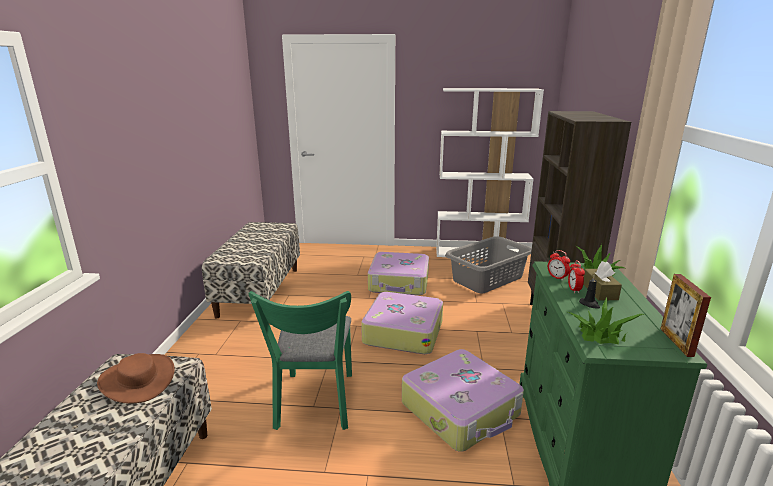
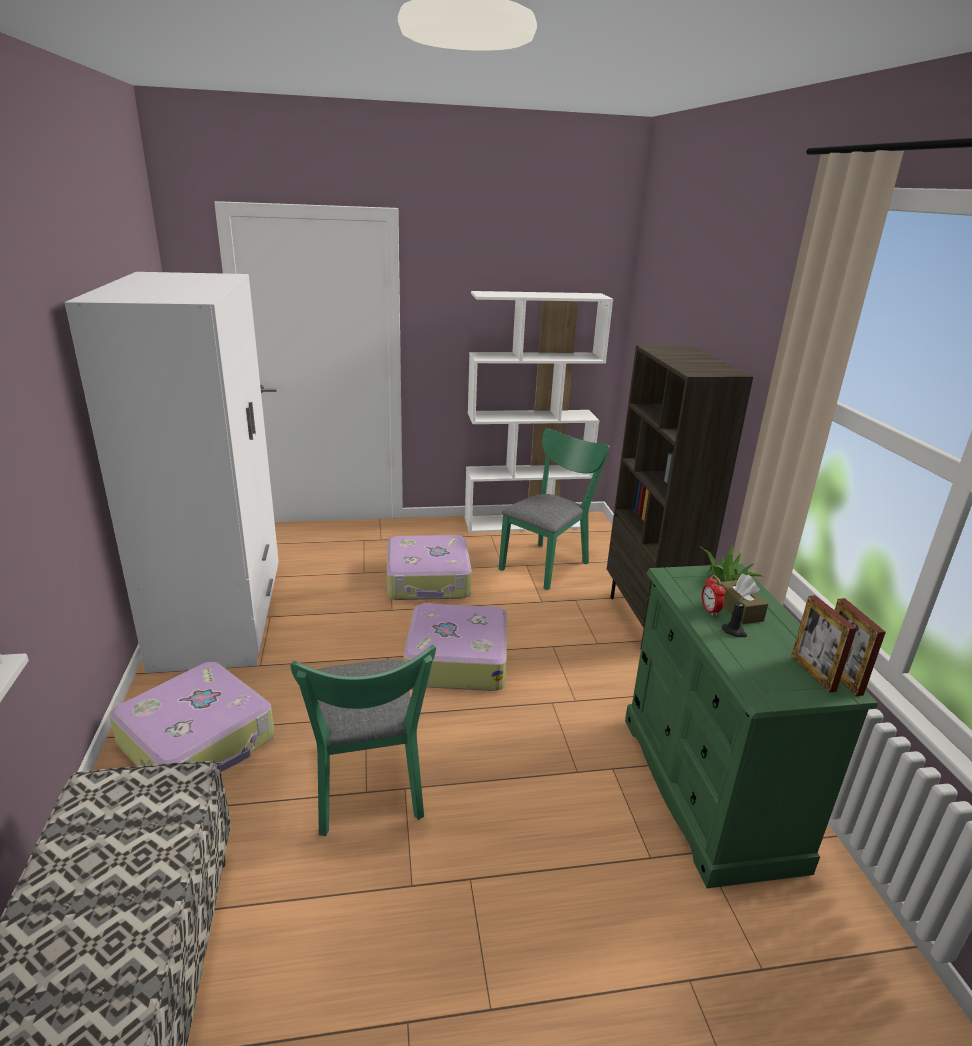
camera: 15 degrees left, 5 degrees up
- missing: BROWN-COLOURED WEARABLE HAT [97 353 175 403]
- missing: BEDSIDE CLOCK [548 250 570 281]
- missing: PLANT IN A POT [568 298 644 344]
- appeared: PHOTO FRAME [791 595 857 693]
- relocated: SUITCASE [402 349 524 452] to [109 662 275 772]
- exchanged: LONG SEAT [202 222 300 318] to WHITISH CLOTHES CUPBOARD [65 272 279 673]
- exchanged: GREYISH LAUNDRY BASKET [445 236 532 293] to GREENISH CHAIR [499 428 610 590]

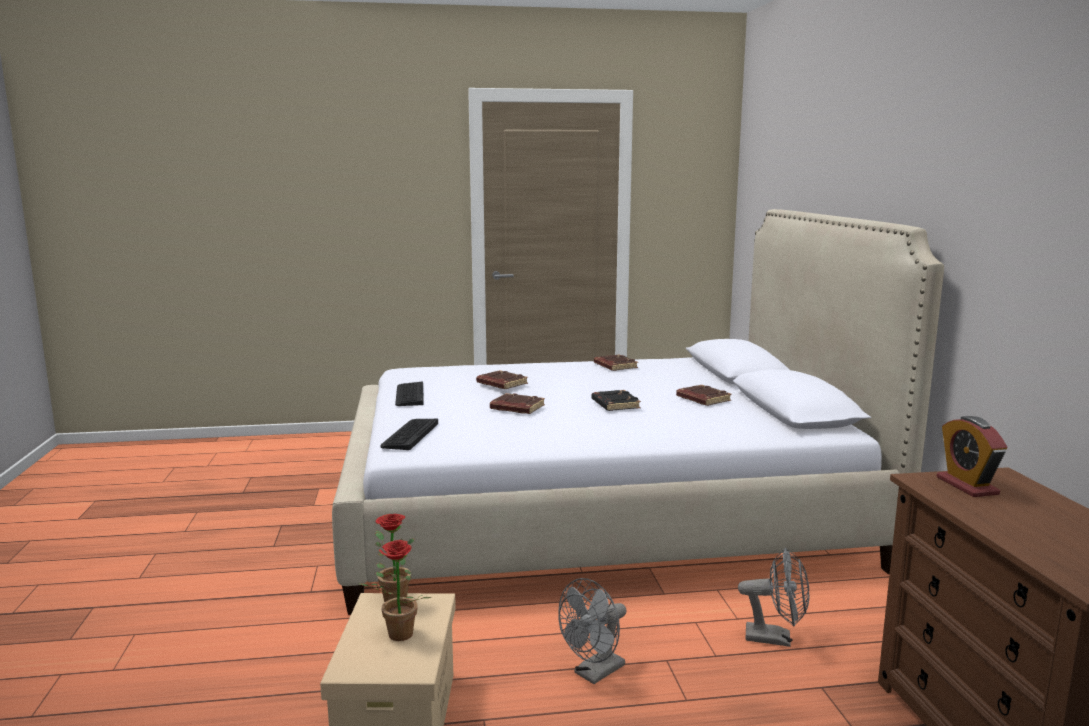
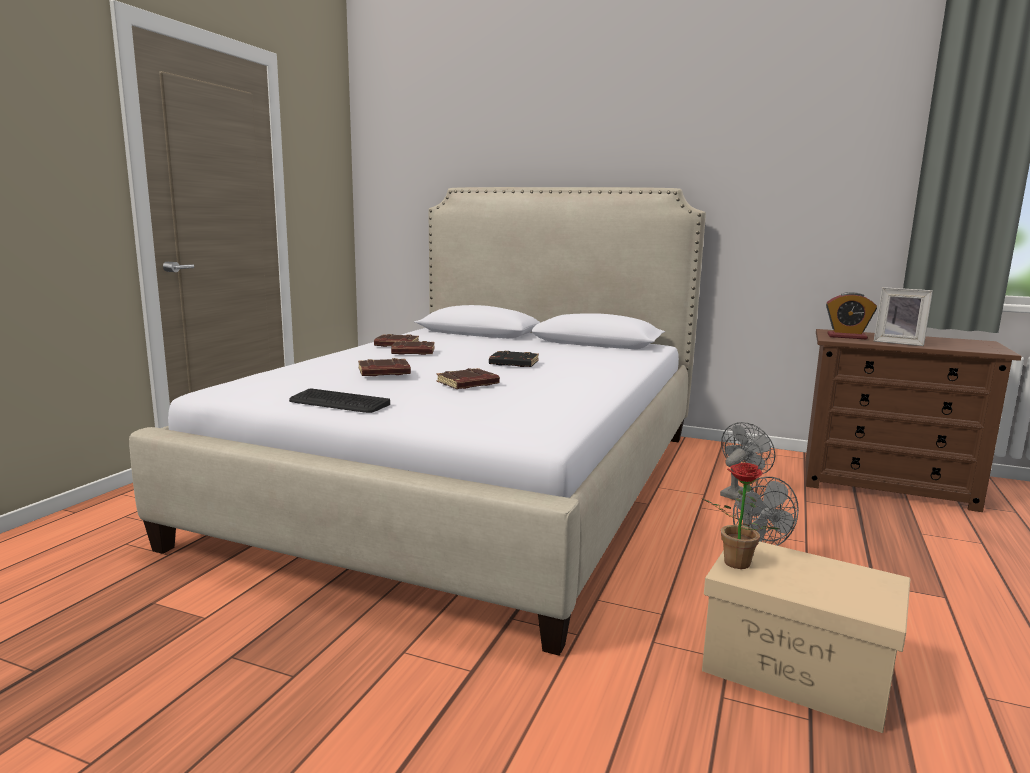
camera: 60 degrees left, 0 degrees up
- missing: PLANT IN A POT [358 540 432 641]
- missing: COMPUTER KEYBOARD [380 419 438 450]
- appeared: PHOTO FRAME [874 287 933 346]
- relocated: BROWN-COLOURED BOUND BOOK [676 385 732 406] to [391 341 435 355]

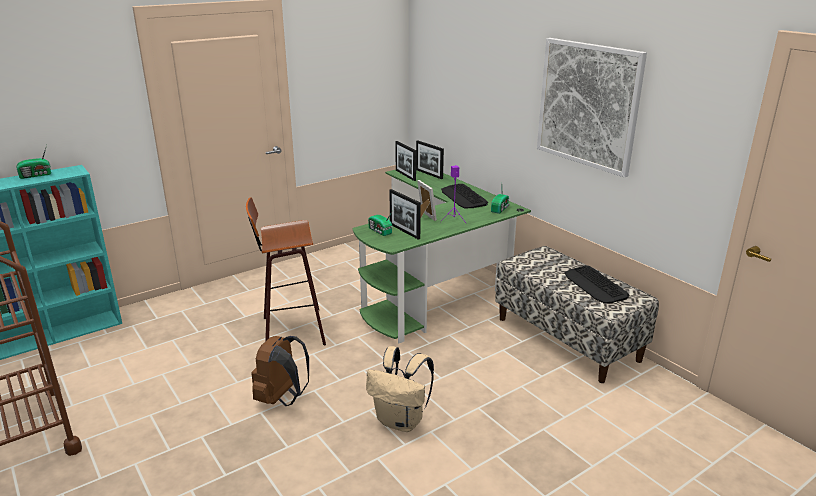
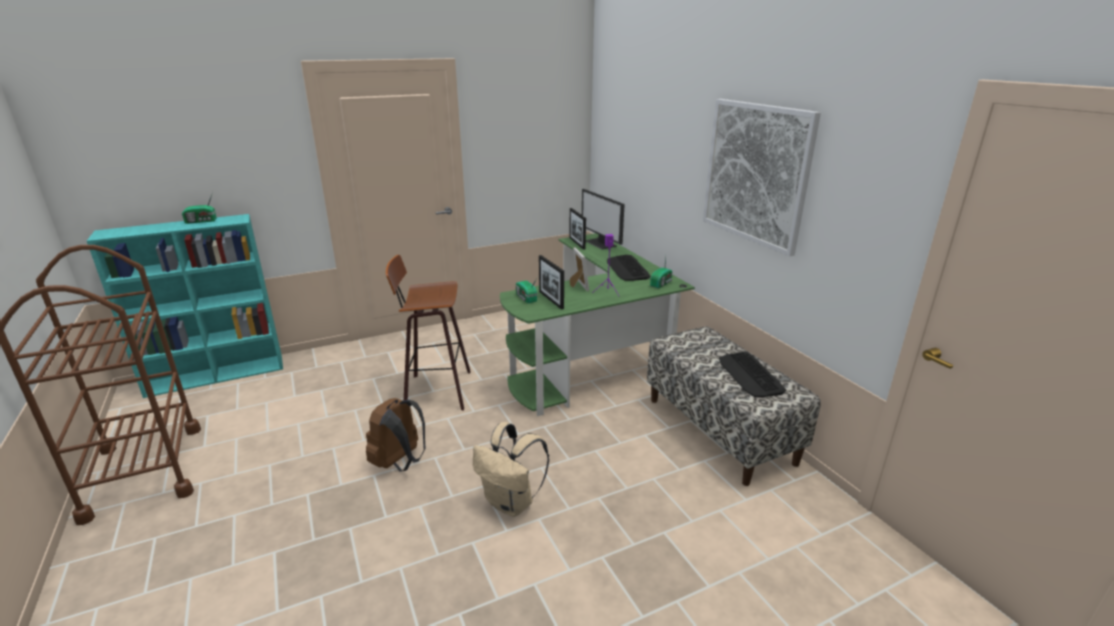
camera: 10 degrees right, 0 degrees up
- exchanged: PHOTO FRAME [416 141 444 179] to MONITOR [582 189 625 250]

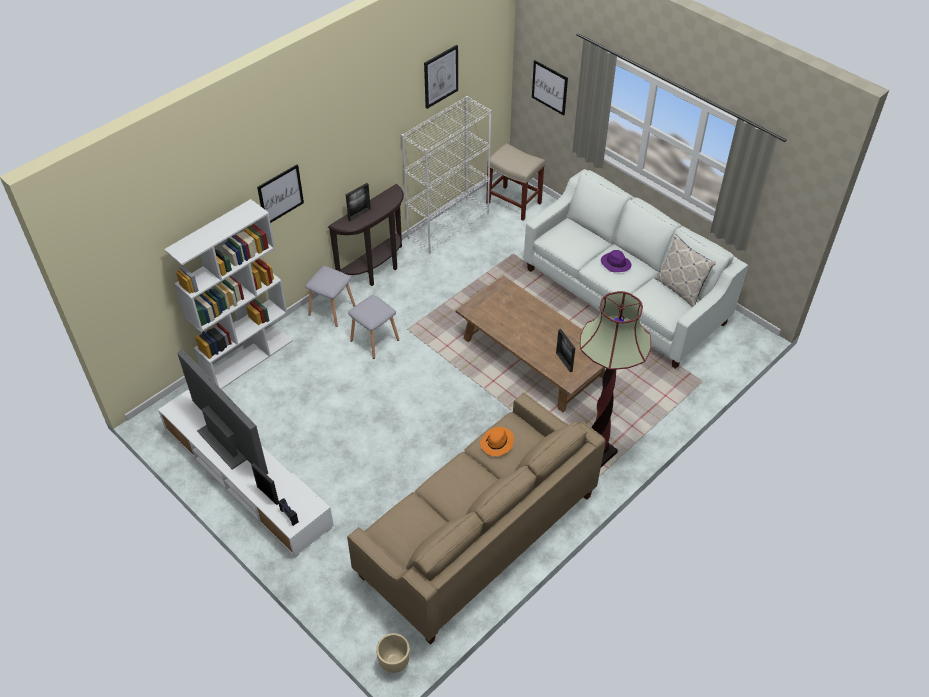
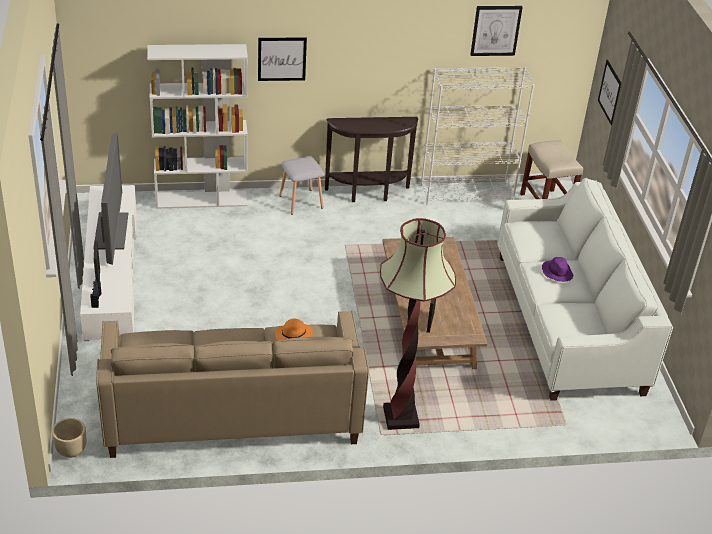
camera: 35 degrees right, 10 degrees down
- missing: PHOTO FRAME [346 183 371 221]
- missing: GREYISH STOOL [348 295 399 359]
- missing: PILLOW [654 234 716 307]

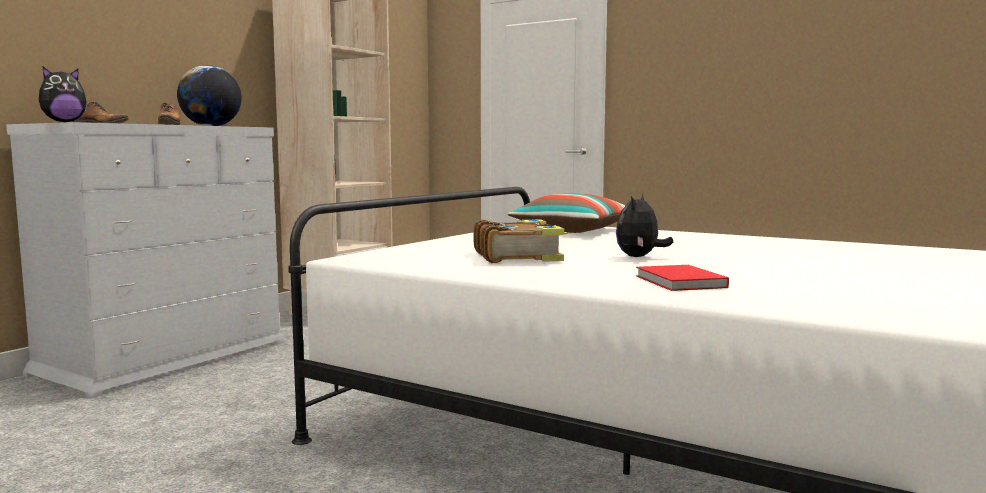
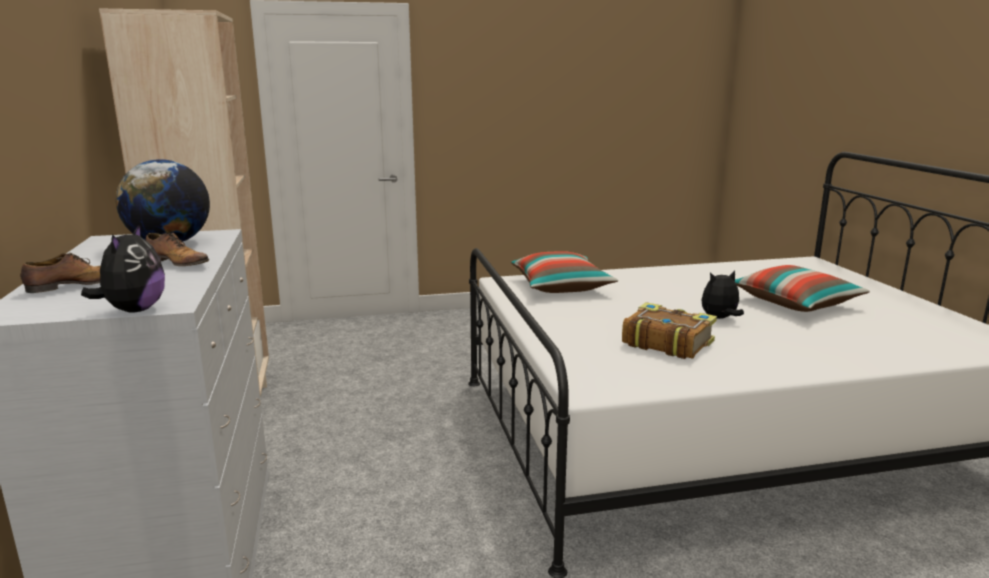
camera: 45 degrees left, 10 degrees up
- missing: REDDISH BOUND BOOK [636 265 729 291]
- appeared: PILLOW [735 265 870 312]
- spun: SOFT TOY [616 194 673 257] = [702 271 744 319] 90 degrees clockwise

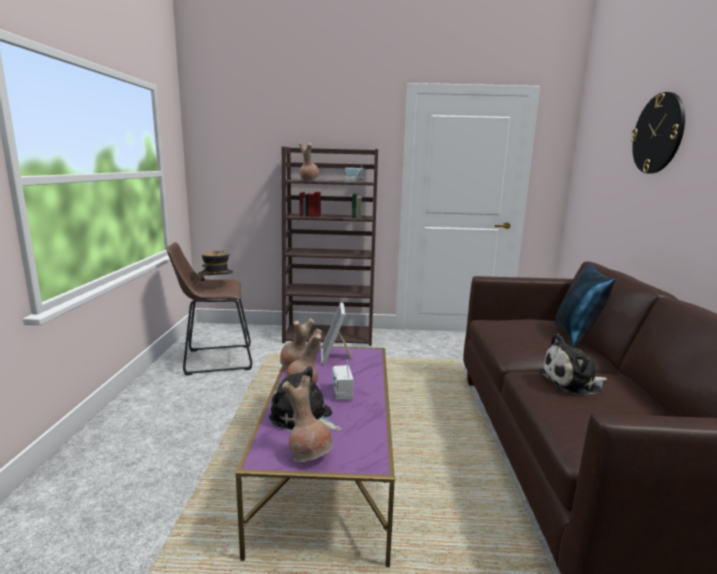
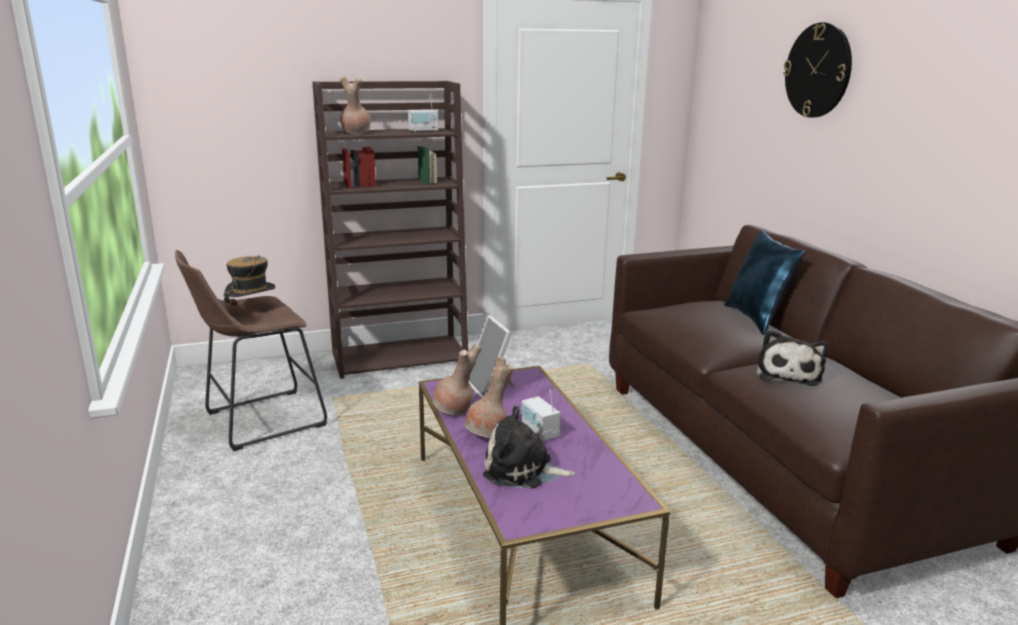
camera: 20 degrees left, 5 degrees up
- missing: BROWN-COLOURED DECORATIVE VASE [282 375 333 462]
- spun: SOFT TOY [539 334 607 395] = [757 330 828 386] 45 degrees counterclockwise

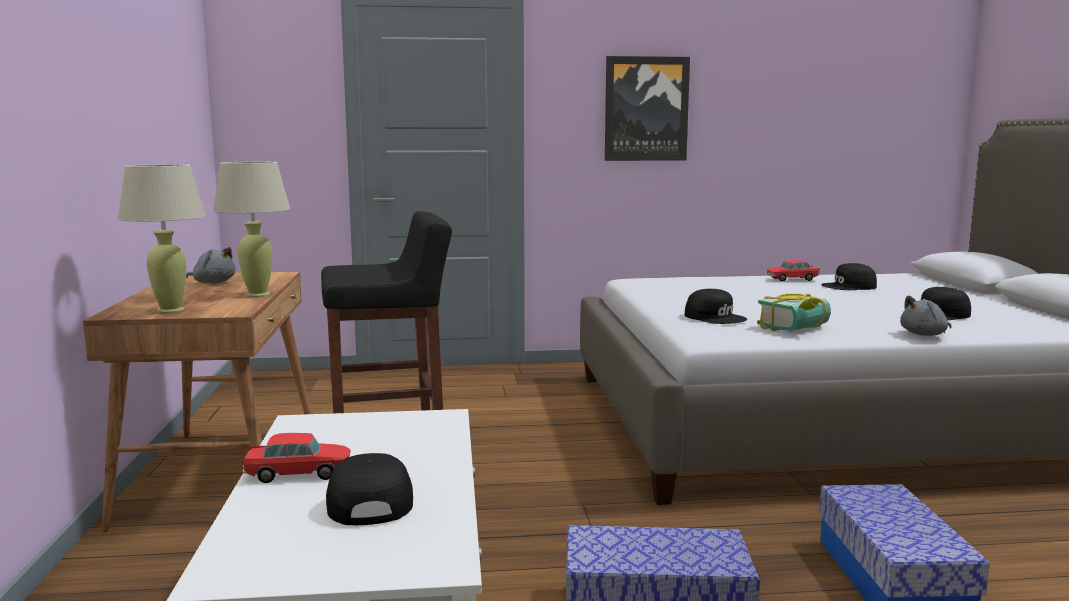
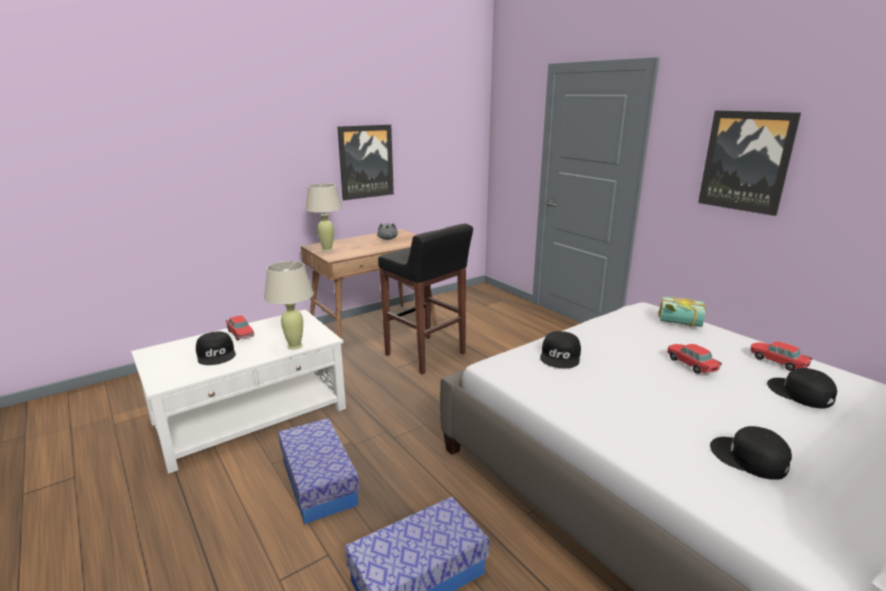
camera: 60 degrees right, 10 degrees up
- missing: GREYISH SOFT TOY [900 296 952 336]
- appeared: WALL PICTURE [337 124 394 200]
- appeared: TOY CAR [667 344 722 374]
- relocated: SAND-COLOURED TABLETOP LAMP [213 161 290 297] to [264 261 314 349]
- relocated: BOUND BOOK [757 293 831 331] to [658 296 706 327]
- spun: BLACK-COLOURED PEAKED CAP [326 453 413 525] = [196 331 236 365] 105 degrees clockwise

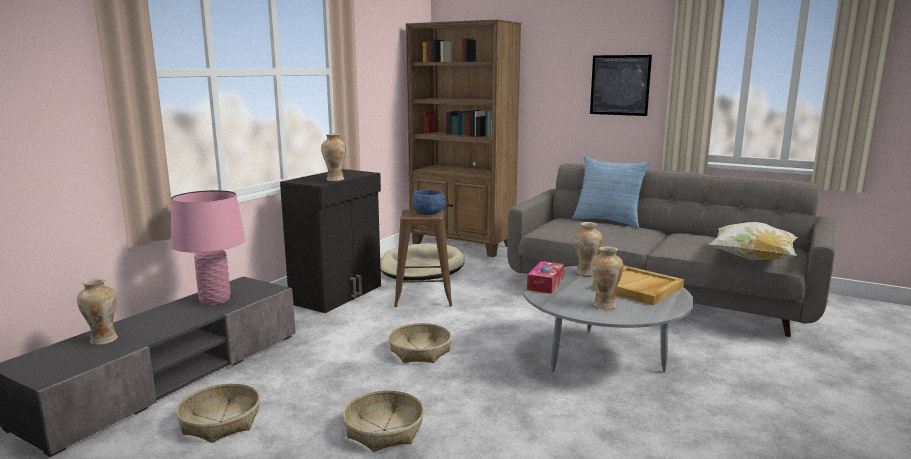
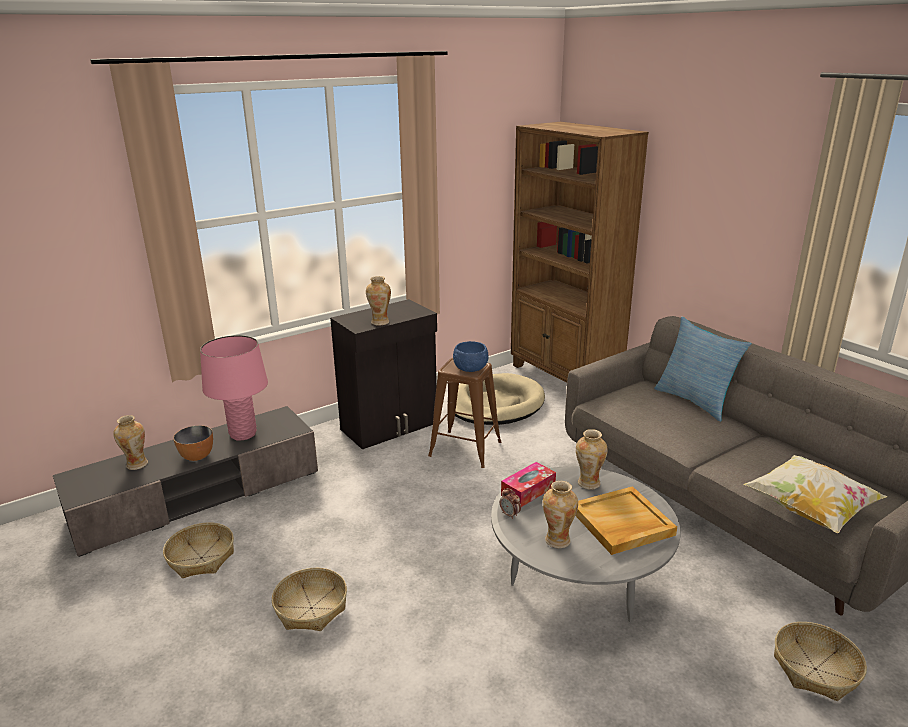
camera: 25 degrees right, 10 degrees up
- missing: WALL PICTURE [590 55 652 116]
- appeared: BOWL [173 425 213 461]
- appeared: BEDSIDE CLOCK [500 488 521 519]
- relocated: STORAGE BASKET [388 323 452 363] to [774 622 867 701]

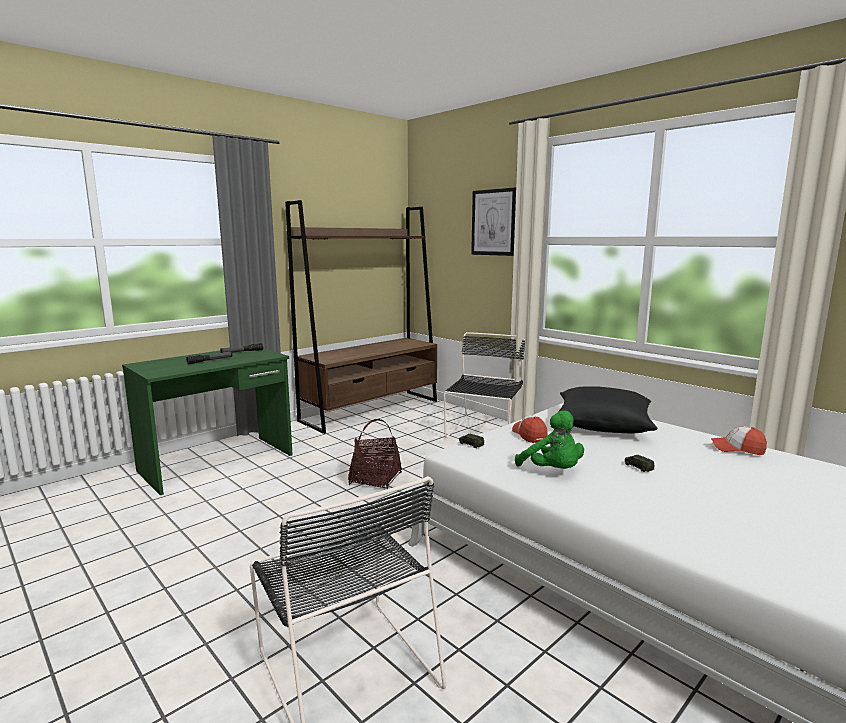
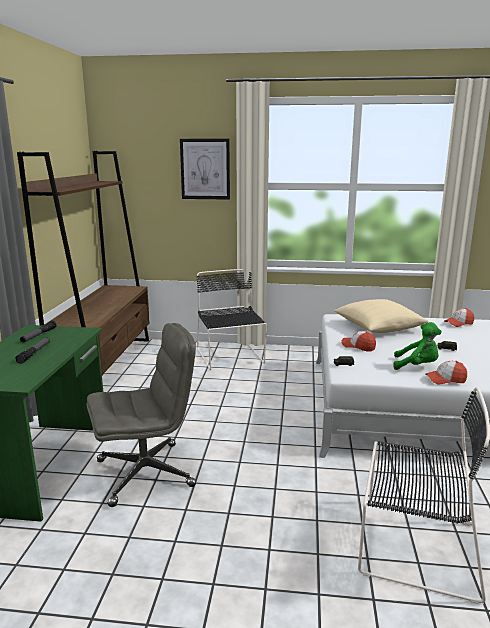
camera: 40 degrees left, 5 degrees up
- missing: STORAGE BASKET [348 419 402 489]
- appeared: GREYISH DESK CHAIR [86 323 196 507]
- appeared: PEAKED CAP [425 361 467 385]
- colour: BLACK-COLOURED PILLOW [559 386 657 433] to SAND-COLOURED PILLOW [334 299 429 333]

